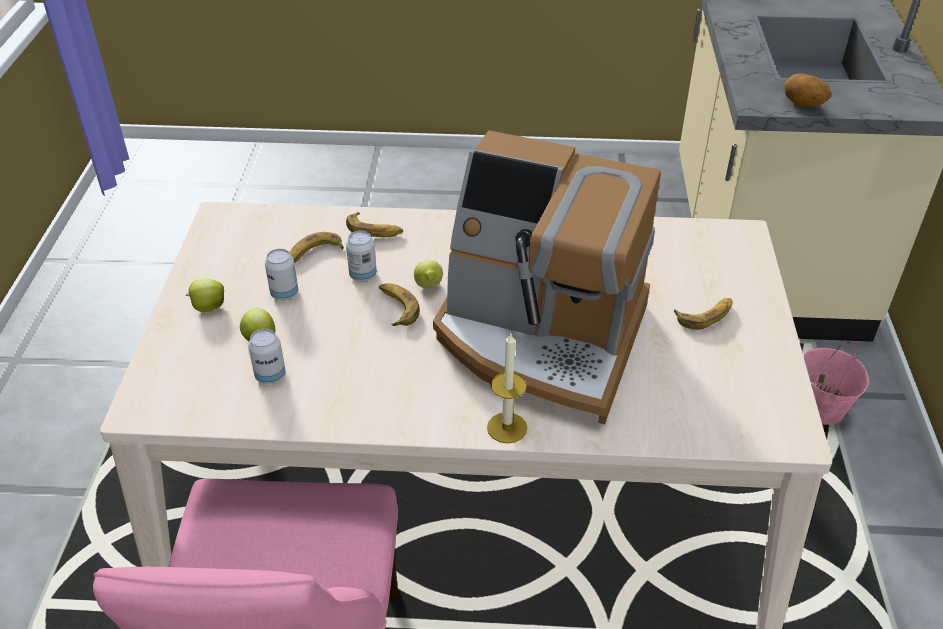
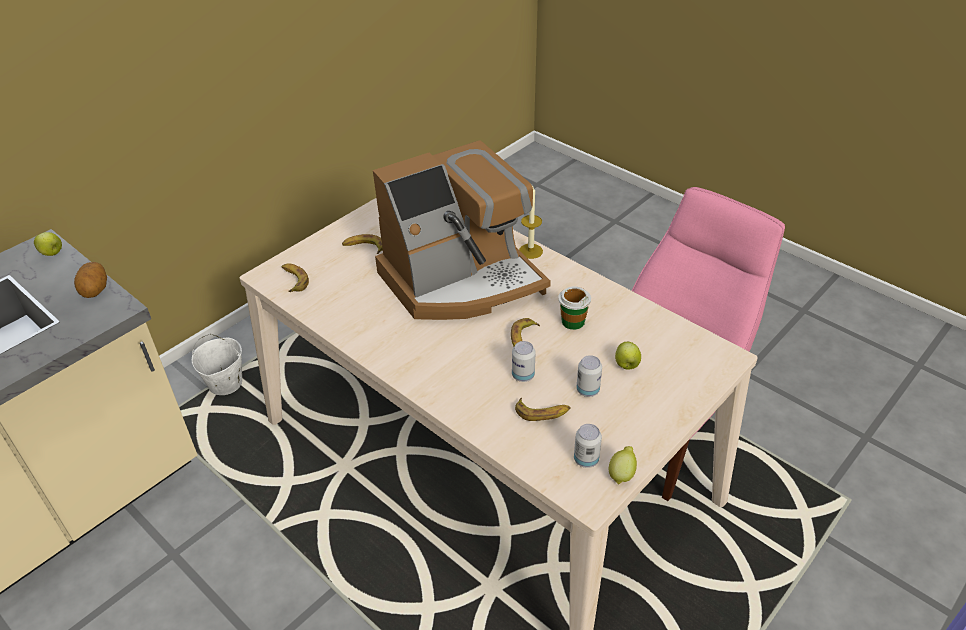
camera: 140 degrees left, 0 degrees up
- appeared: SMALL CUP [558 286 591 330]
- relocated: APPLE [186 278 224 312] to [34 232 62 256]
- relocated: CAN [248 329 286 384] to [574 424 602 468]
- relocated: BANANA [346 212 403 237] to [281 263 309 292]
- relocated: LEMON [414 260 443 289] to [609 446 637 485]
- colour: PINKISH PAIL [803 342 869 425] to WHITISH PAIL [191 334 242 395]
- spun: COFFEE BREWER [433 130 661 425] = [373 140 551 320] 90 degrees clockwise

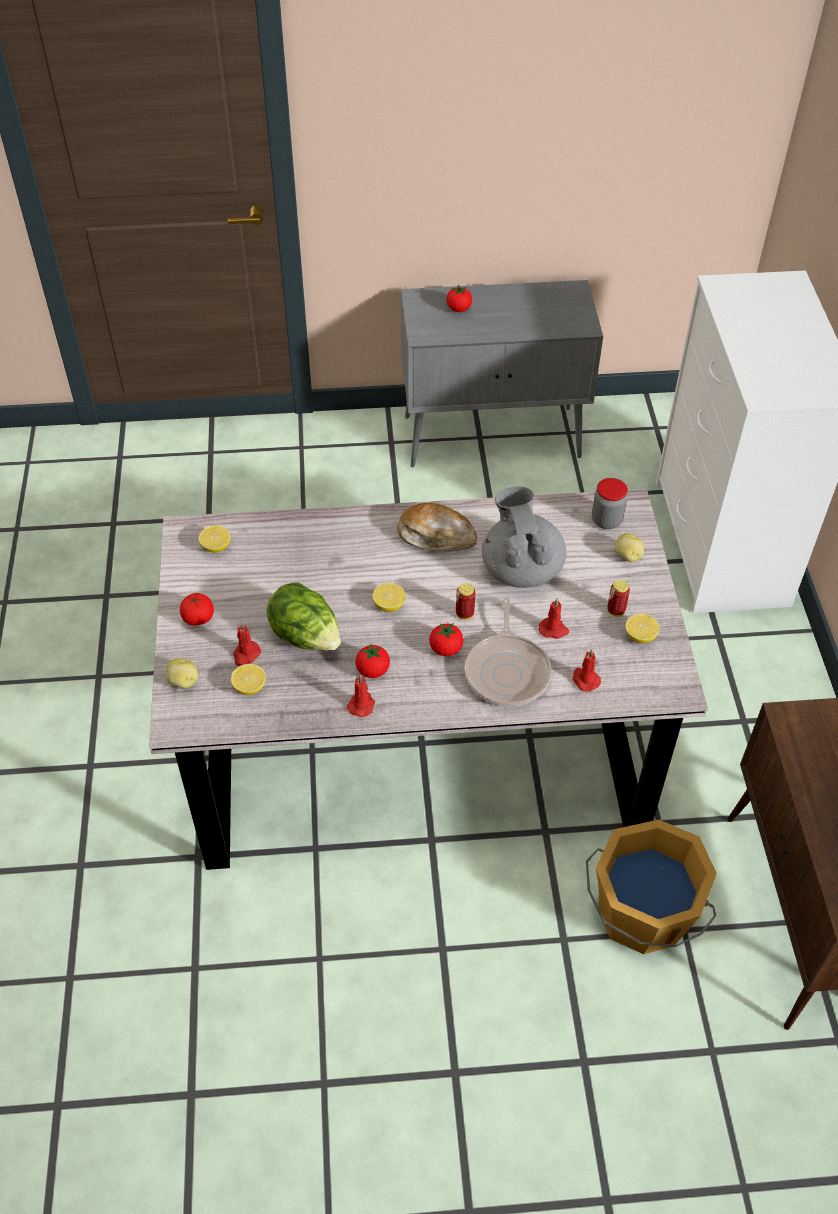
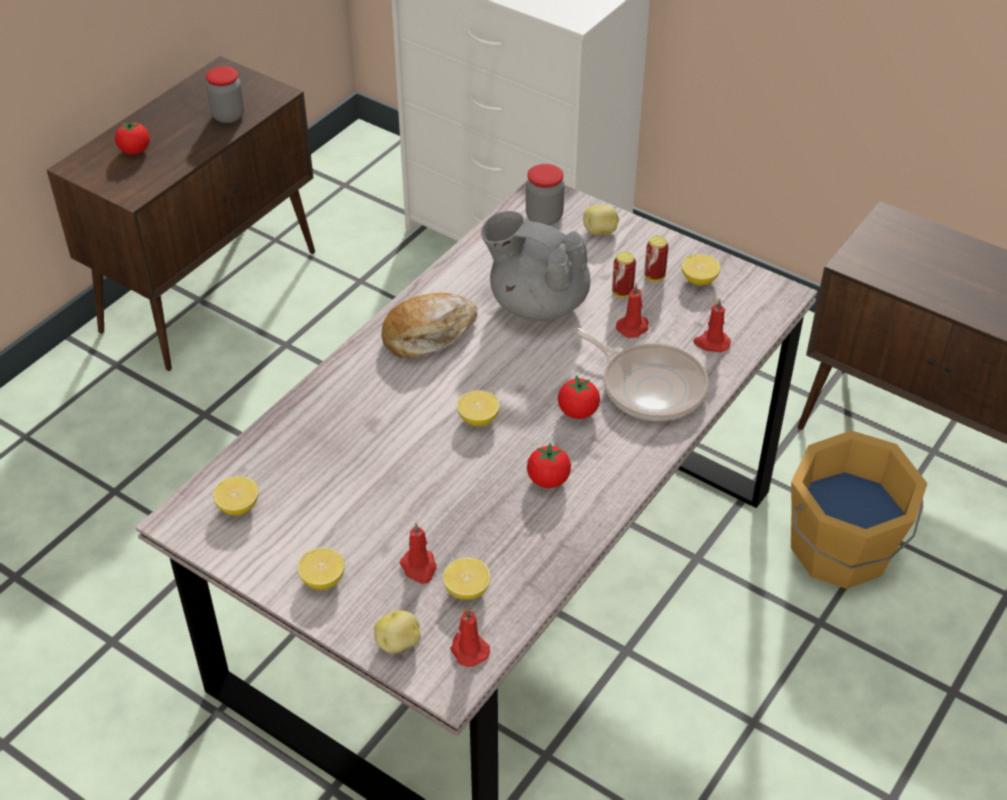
camera: 50 degrees left, 5 degrees down
- missing: HEAD OF LETTUCE [267 582 341 651]
- appeared: PRESERVE JAR [206 66 244 123]
- relocated: REDDISH WAX LIGHT [347 675 375 717] to [450 607 490 667]
- relocated: CAN [456 583 475 620] to [612 252 636 298]
- exchanged: WHOLE TOMATO [180 593 214 626] to LEMON [297 548 345 590]
- colour: GREYISH STORAGE CABINET [401 280 603 467] to BROWN-COLOURED STORAGE CABINET [47 56 315 371]

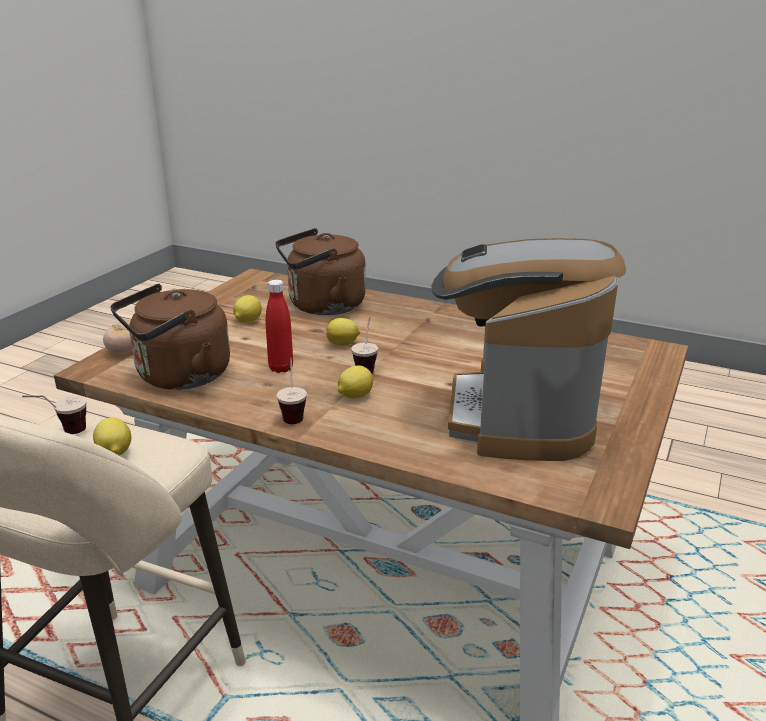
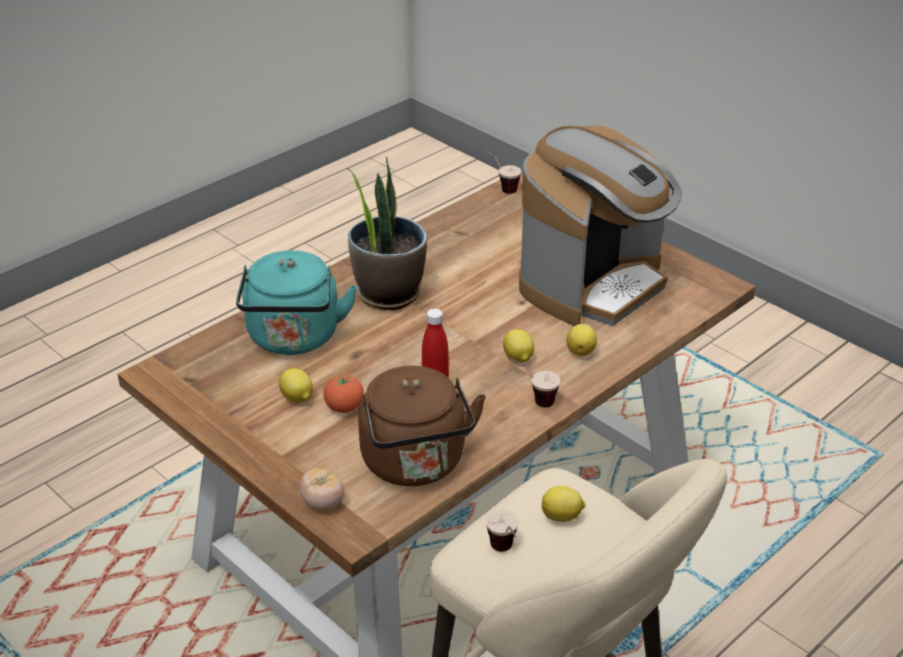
camera: 70 degrees left, 10 degrees up
- appeared: WHOLE TOMATO [323 375 364 413]
- appeared: PLANT IN A POT [347 157 427 310]
- relocated: LEMON [326 318 360 346] to [566 324 597 356]
- relocated: SMALL CUP [351 317 378 374] to [483 150 521 194]
- colour: BROWN-COLOURED KETTLE [275 228 366 315] to TURQUOISE KETTLE [236 250 357 355]
- spun: COFFEE BREWER [432 238 626 461] = [519 125 682 326] 75 degrees counterclockwise

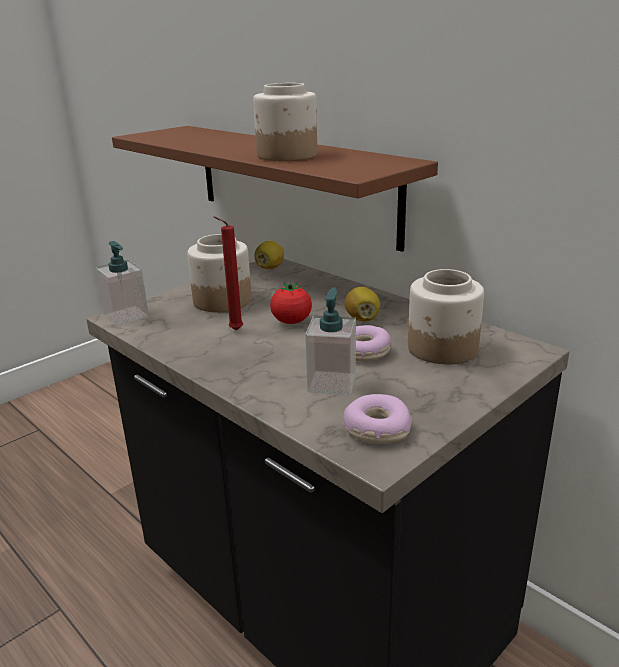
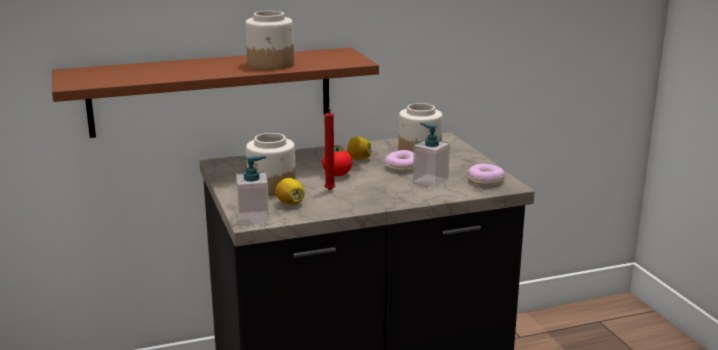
camera: 65 degrees left, 5 degrees down
- relocated: LEMON [254 241 284 269] to [275 178 305 205]

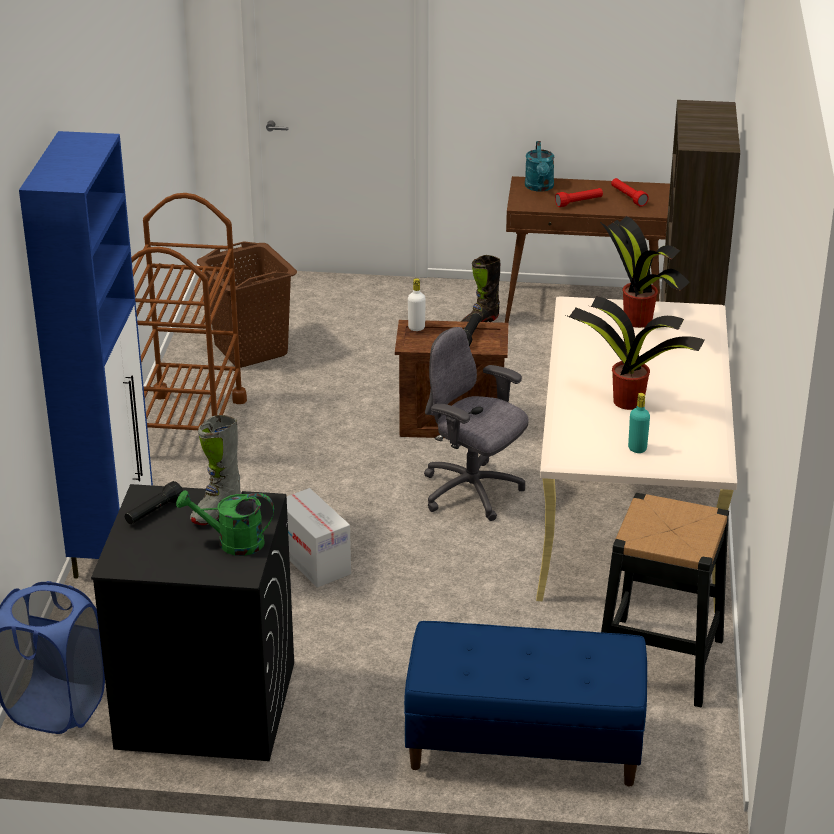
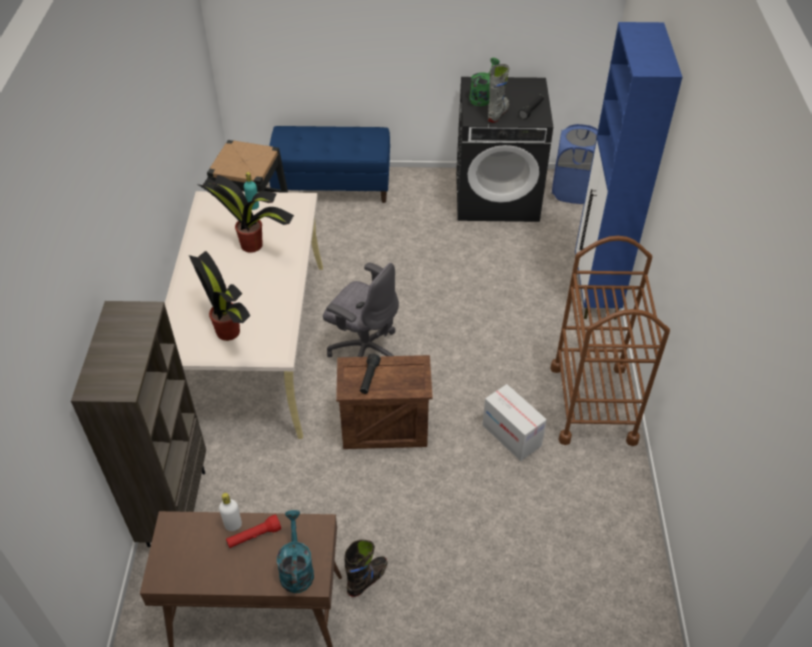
camera: 175 degrees right, 15 degrees up
- missing: BROWN-COLOURED LAUNDRY BASKET [197 241 297 368]
- missing: REDDISH TORCH [611 178 649 207]
- relocated: CARTON [287 488 351 588] to [482 384 547 461]
- relocated: WHITISH BEVERAGE BOTTLE [408 278 426 331] to [219 493 242 531]
- spun: GREENISH WATERING CAN [176 490 274 556] = [469 58 500 106] 60 degrees counterclockwise

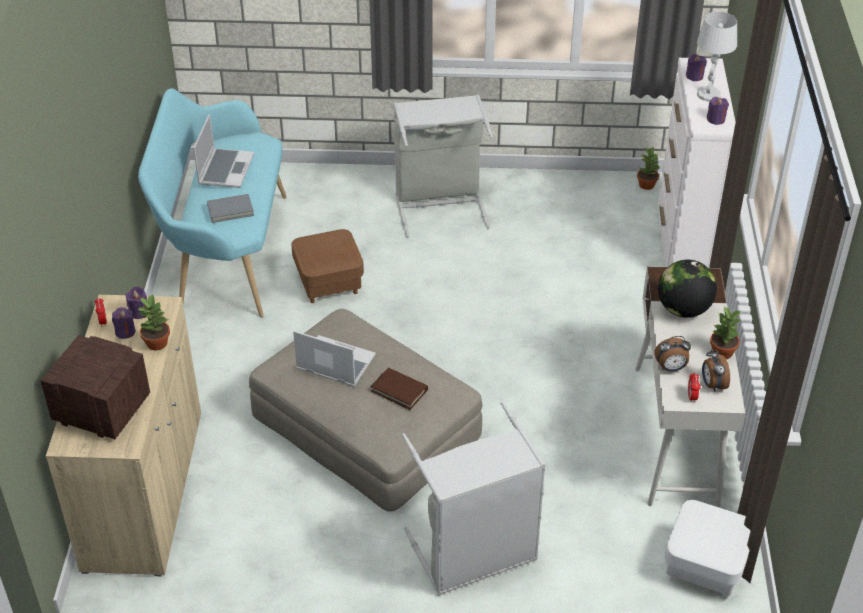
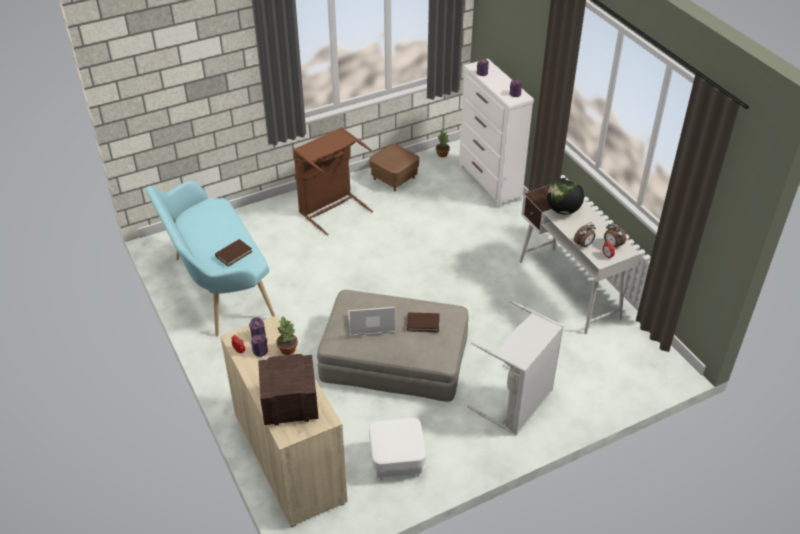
camera: 30 degrees left, 0 degrees up
- missing: PORTABLE COMPUTER [193 114 254 188]
- missing: WHITISH TABLETOP LAMP [697 12 737 102]
- missing: PLANT IN A POT [710 306 741 359]
- relocated: BROWN-COLOURED FOOTREST [291 229 364 303] to [369 144 419 191]
- relocated: WHITISH FOOTREST [665 500 750 599] to [369 418 426 480]
- colour: GREYISH BOUND BOOK [207 194 254 223] to BROWN-COLOURED BOUND BOOK [215 239 252 266]
- colour: GREYISH LAUNDRY BASKET [394 94 493 238] to BROWN-COLOURED LAUNDRY BASKET [293 127 373 235]

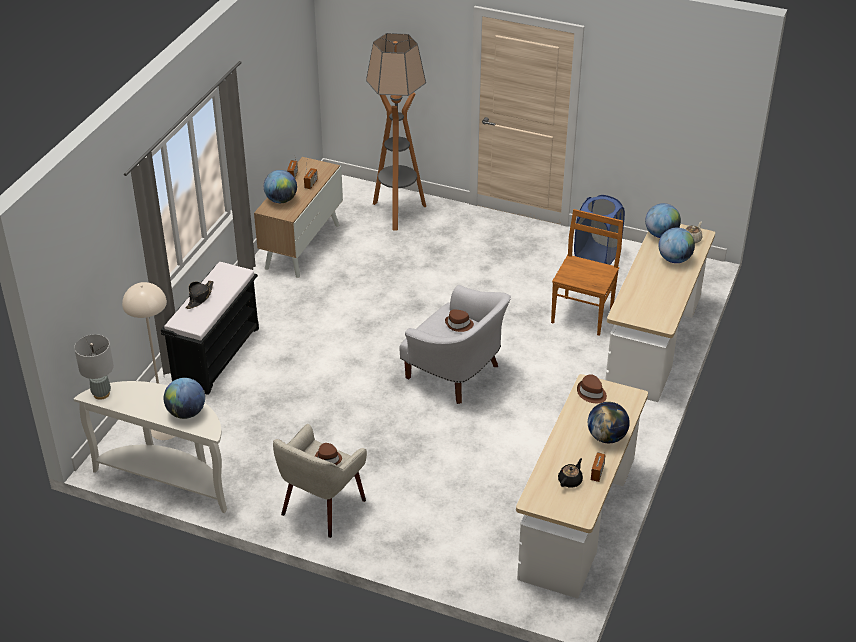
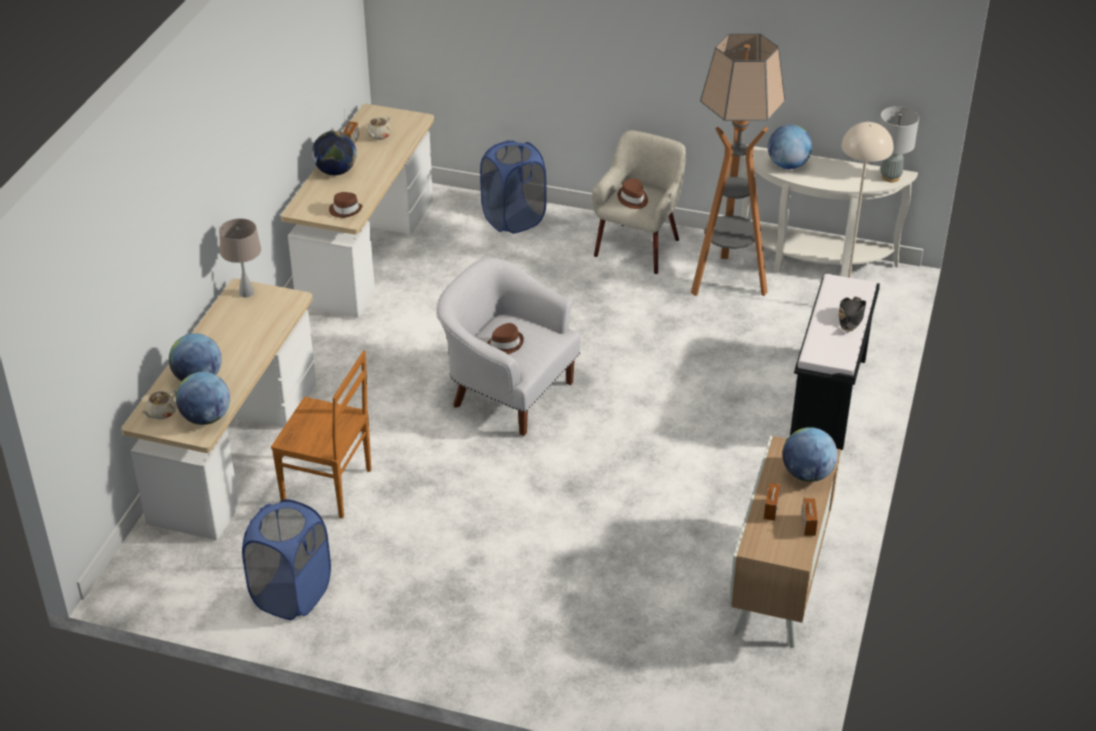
camera: 175 degrees right, 0 degrees up
- appeared: SAND-COLOURED TABLETOP LAMP [219 218 261 297]
- appeared: BLUISH LAUNDRY BASKET [480 140 546 234]
- relocated: FLOOR LAMP [366 33 426 231] to [691 33 785 296]
- colour: BLACK-COLOURED POT FOR TEA [558 458 583 488] to SAND-COLOURED POT FOR TEA [366 116 391 140]
- spun: BROWN-COLOURED CHAIR [551 209 623 336] = [271 350 371 519] 90 degrees counterclockwise

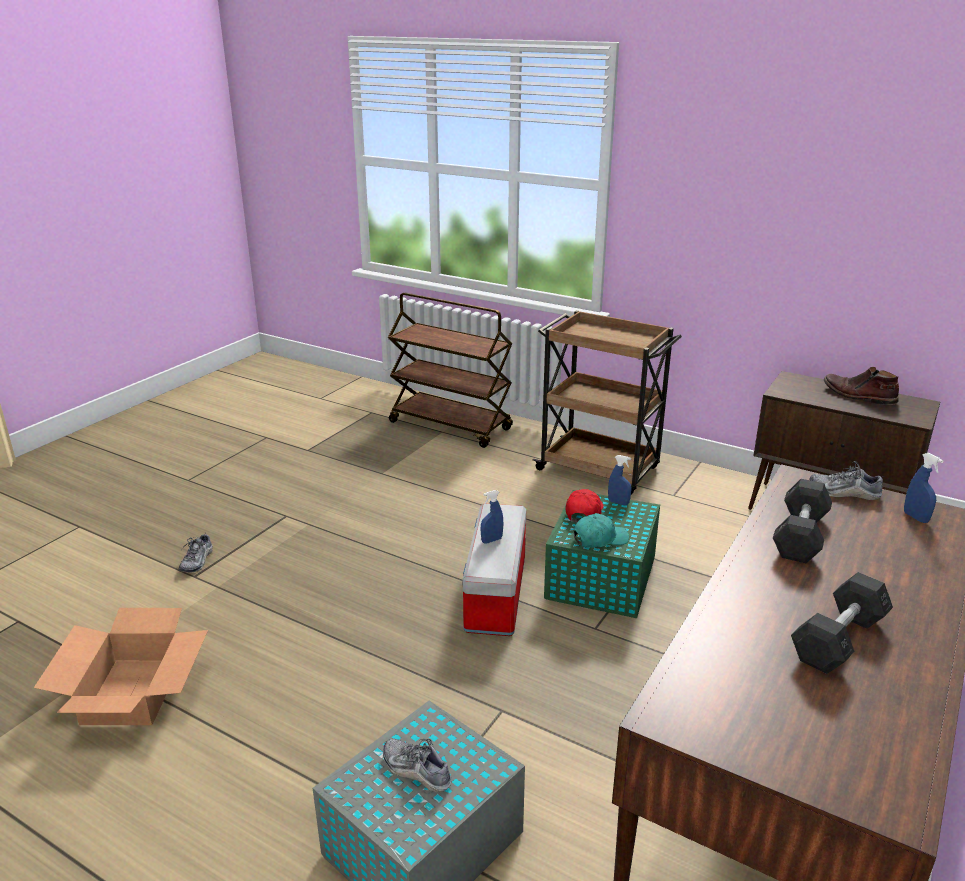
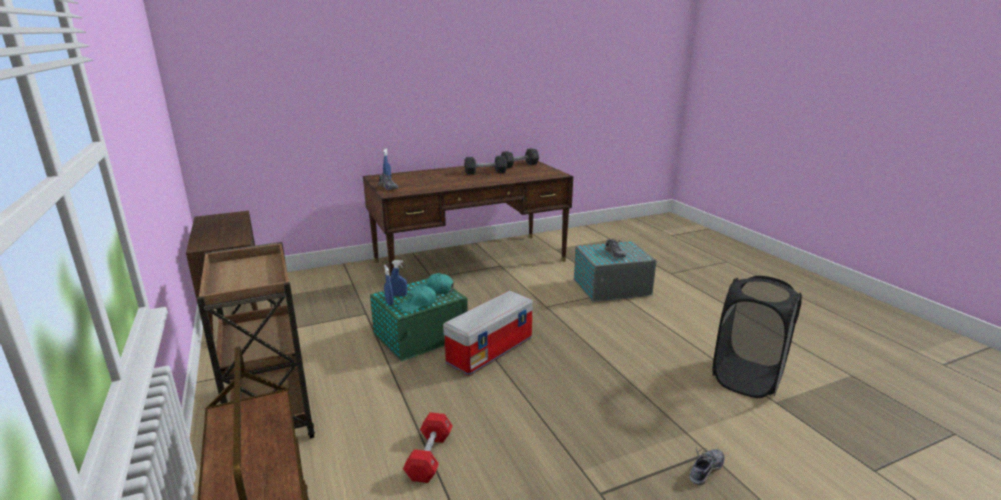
camera: 145 degrees left, 5 degrees down
- missing: BROWN-COLOURED TALL BOOT [824 367 899 405]
- appeared: REDDISH HAND WEIGHT [403 412 453 483]
- relocated: BLUISH SPRAY BOTTLE [481 490 503 544] to [390 260 407 296]
- relocated: GREYISH HAND WEIGHT [773 479 832 563] to [501 148 539 168]
- exchanged: CARTON [34 608 208 725] to BLACK-COLOURED LAUNDRY BASKET [712 276 802 398]
- colour: REDDISH PEAKED CAP [565 489 604 522] to TURQUOISE PEAKED CAP [398 286 436 313]

